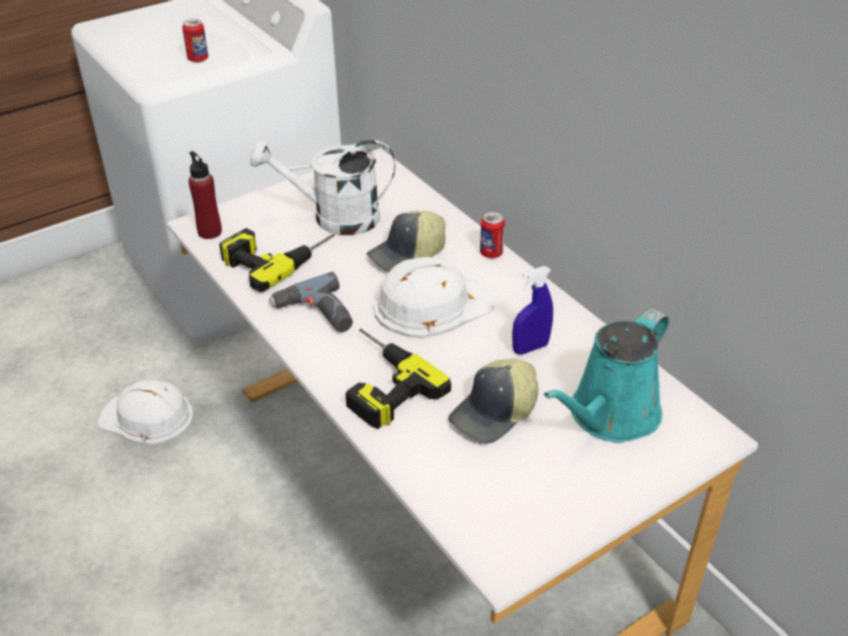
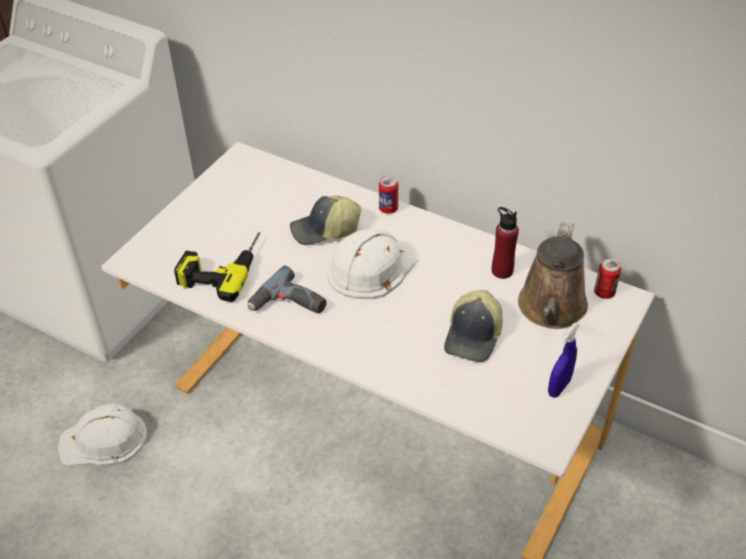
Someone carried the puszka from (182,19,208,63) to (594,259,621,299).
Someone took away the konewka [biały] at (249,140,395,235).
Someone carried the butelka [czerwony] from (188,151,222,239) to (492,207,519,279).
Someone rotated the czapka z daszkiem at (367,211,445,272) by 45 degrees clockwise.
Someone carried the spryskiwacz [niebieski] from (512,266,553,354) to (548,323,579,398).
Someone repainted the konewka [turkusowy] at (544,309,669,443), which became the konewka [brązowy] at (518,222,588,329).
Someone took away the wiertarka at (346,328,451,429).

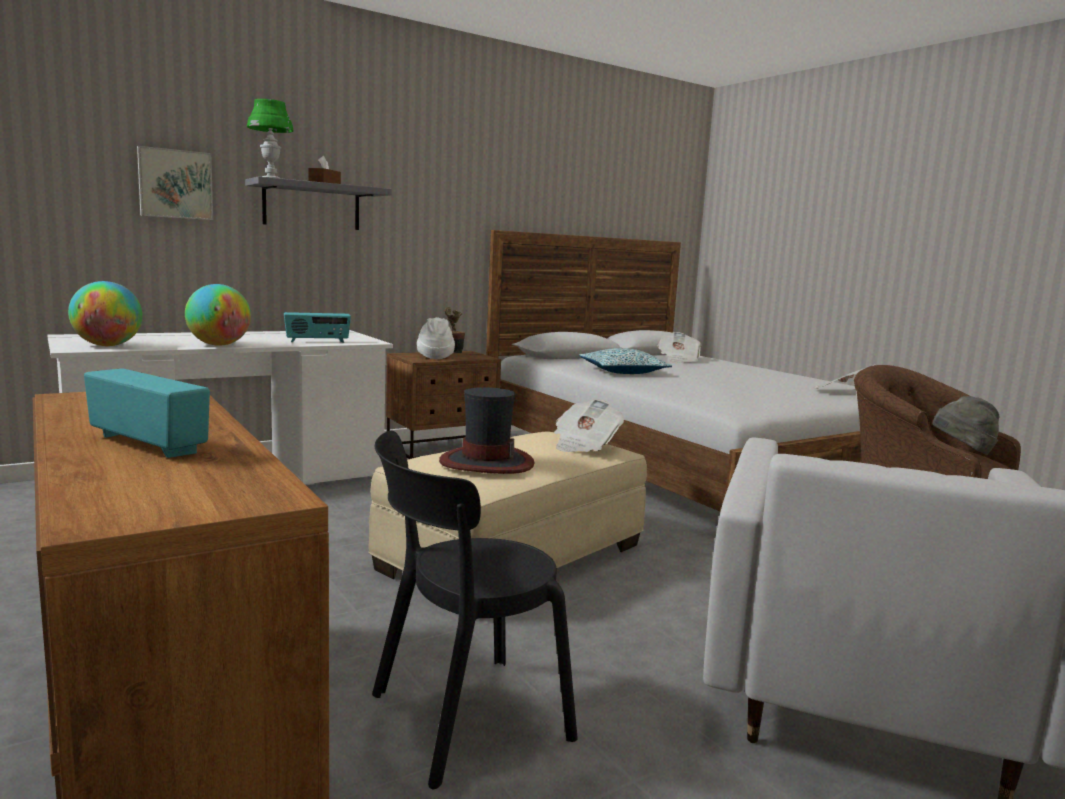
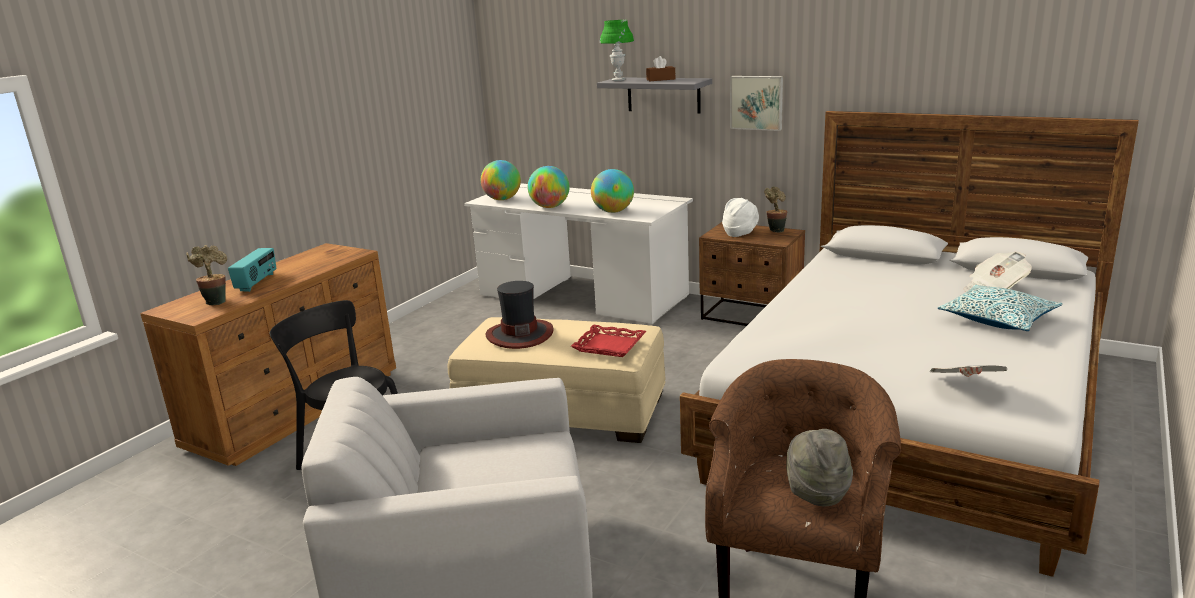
Someone carried the obraz from (137,146,213,220) to (730,76,783,131).
Someone swapped the radio at (284,312,351,343) for the globus at (591,169,634,213).
Someone carried the poduszka from (580,348,672,374) to (938,285,1063,331).
Someone swapped the gazeta at (554,399,624,452) for the taca [czerwony] at (571,325,647,357).
Someone put down the roślina doniczkowa at (186,245,227,305).

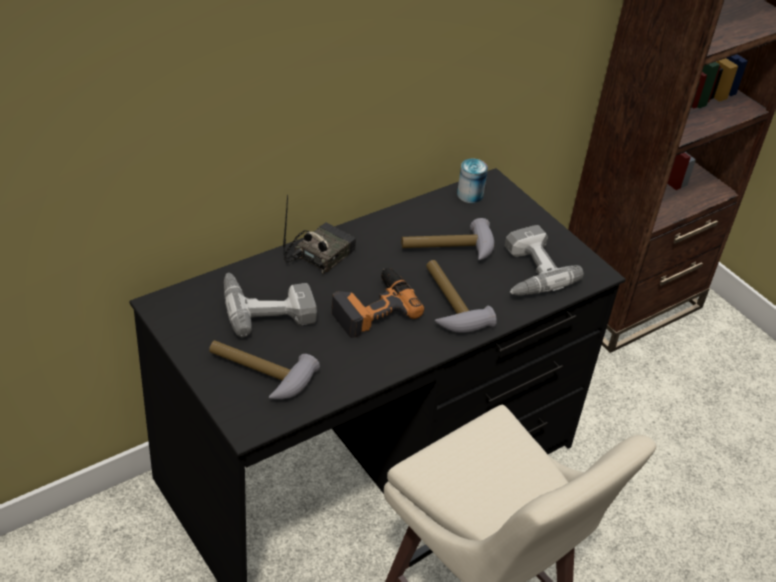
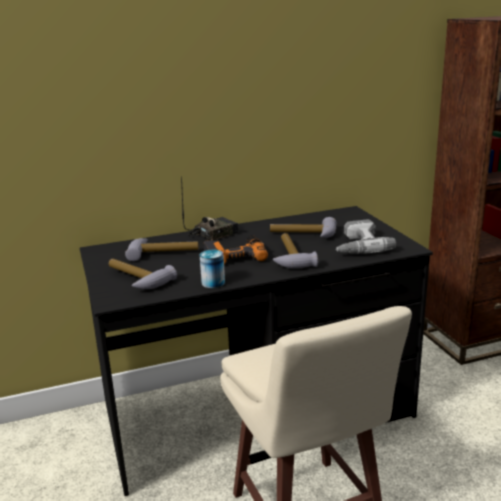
Someone carried the puszka from (457,159,488,203) to (200,250,225,288).
Someone swapped the wiertarka at (224,273,317,337) for the młotek at (125,238,199,261).

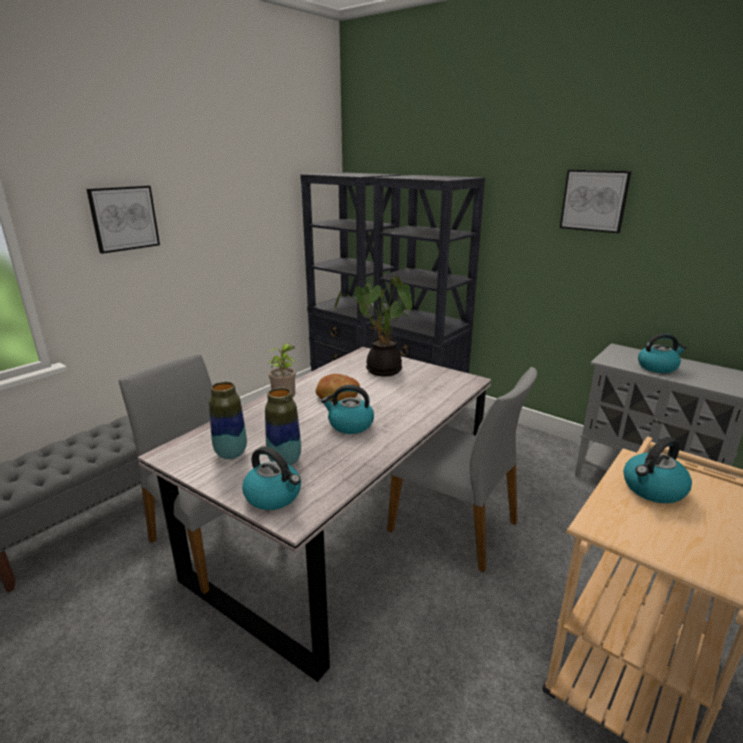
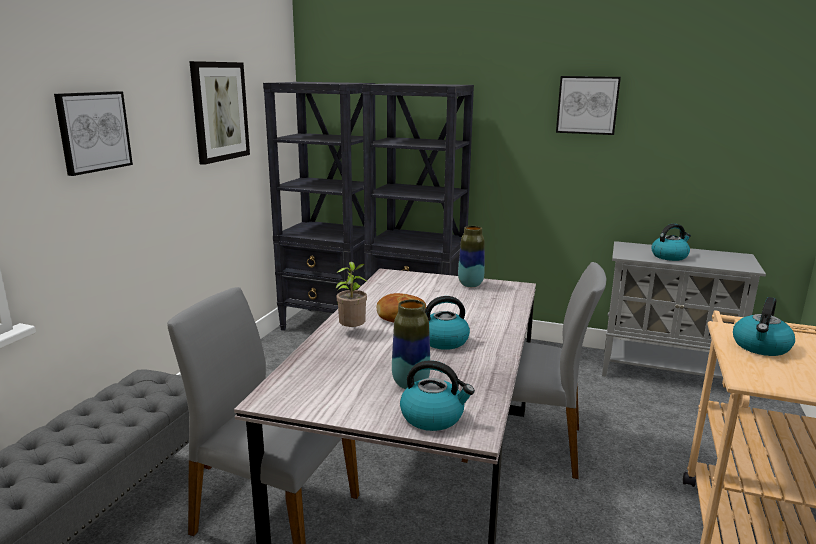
Someone took away the roślina doniczkowa at (334,275,412,376).
Someone carried the wazon from (209,382,247,459) to (458,226,485,287).
Someone put up the obraz at (189,61,250,165).

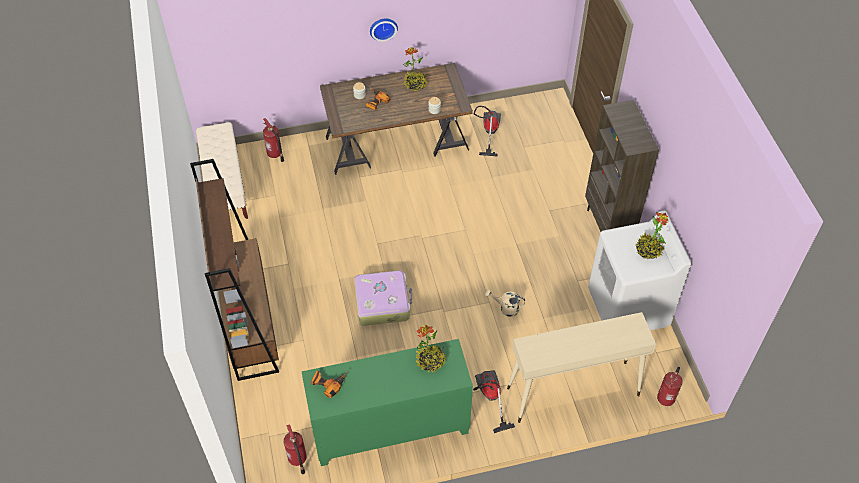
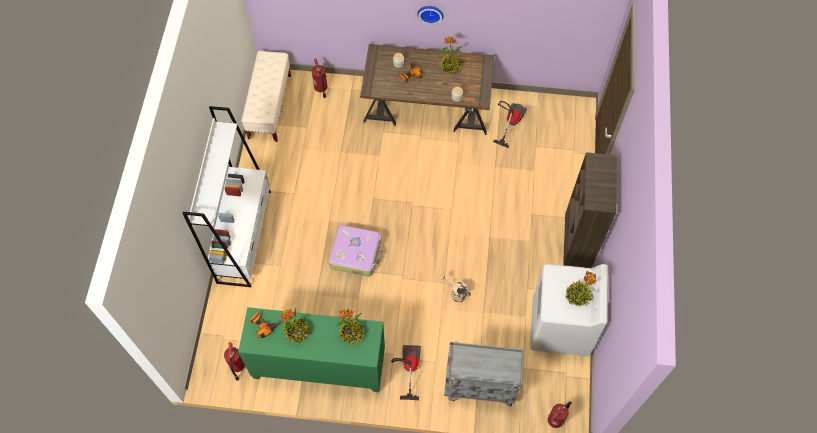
Someone repainted the regał [brązowy] at (190,159,279,381), which became the regał [biały] at (182,106,271,287).
Someone swapped the stolik konsolowy [beżowy] at (507,312,656,423) for the wózek [szary] at (444,341,524,407).
Someone put down the roślina doniczkowa at (280,308,310,343).

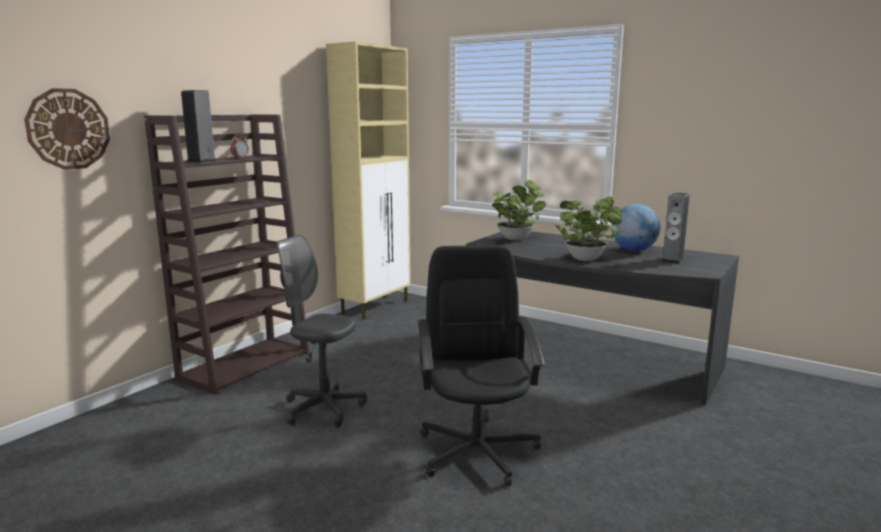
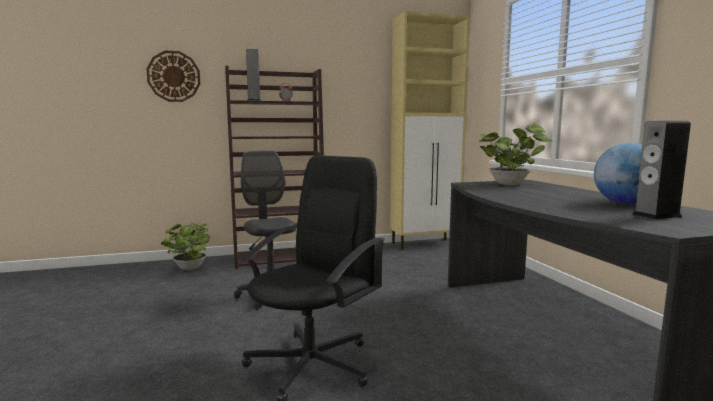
Someone carried the roślina doniczkowa from (555,196,625,261) to (161,223,210,270).

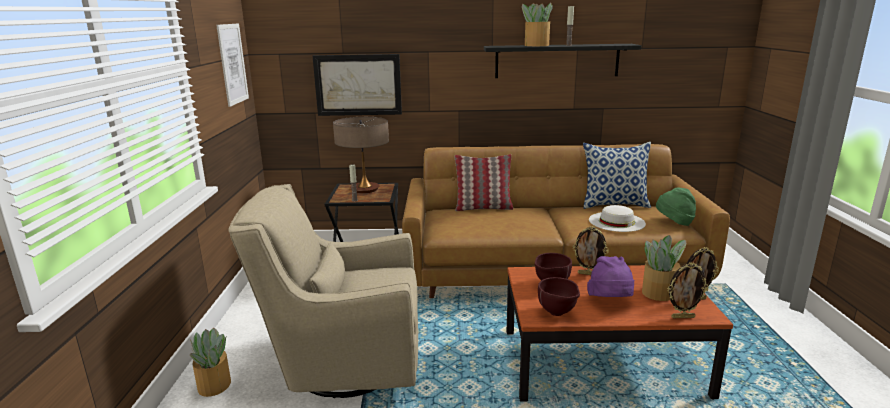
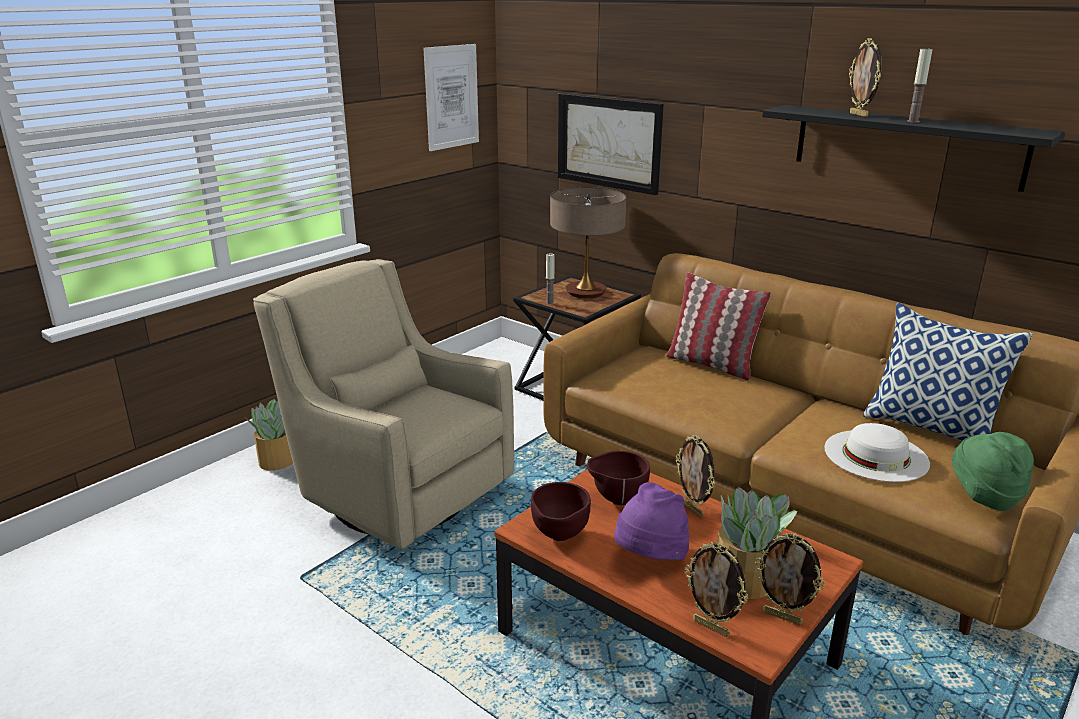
Someone swapped the roślina doniczkowa at (522,2,553,46) for the ramka na zdjęcie at (849,38,882,117).

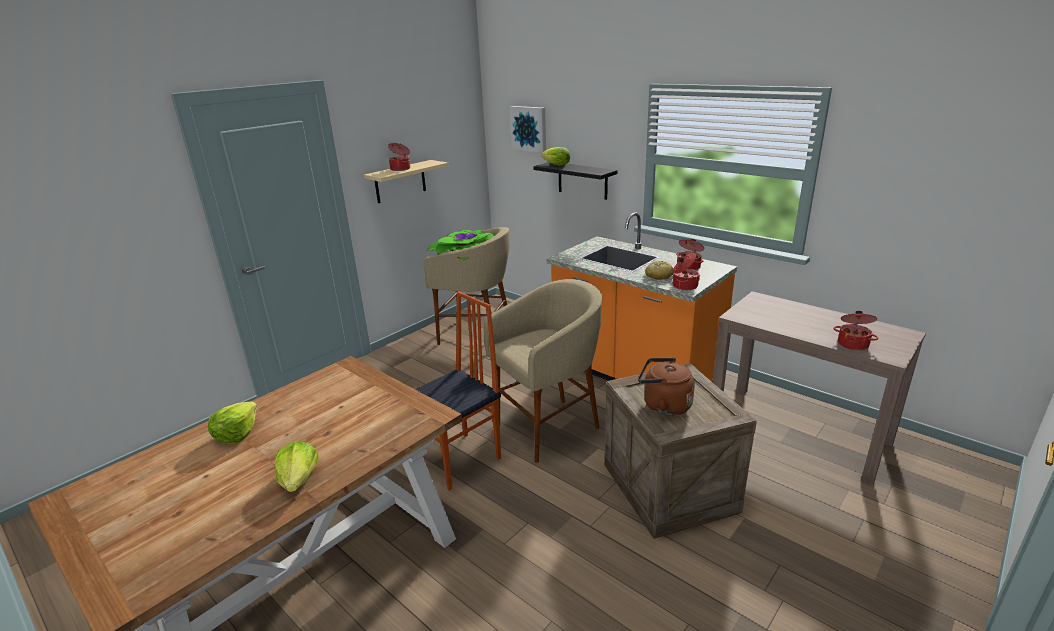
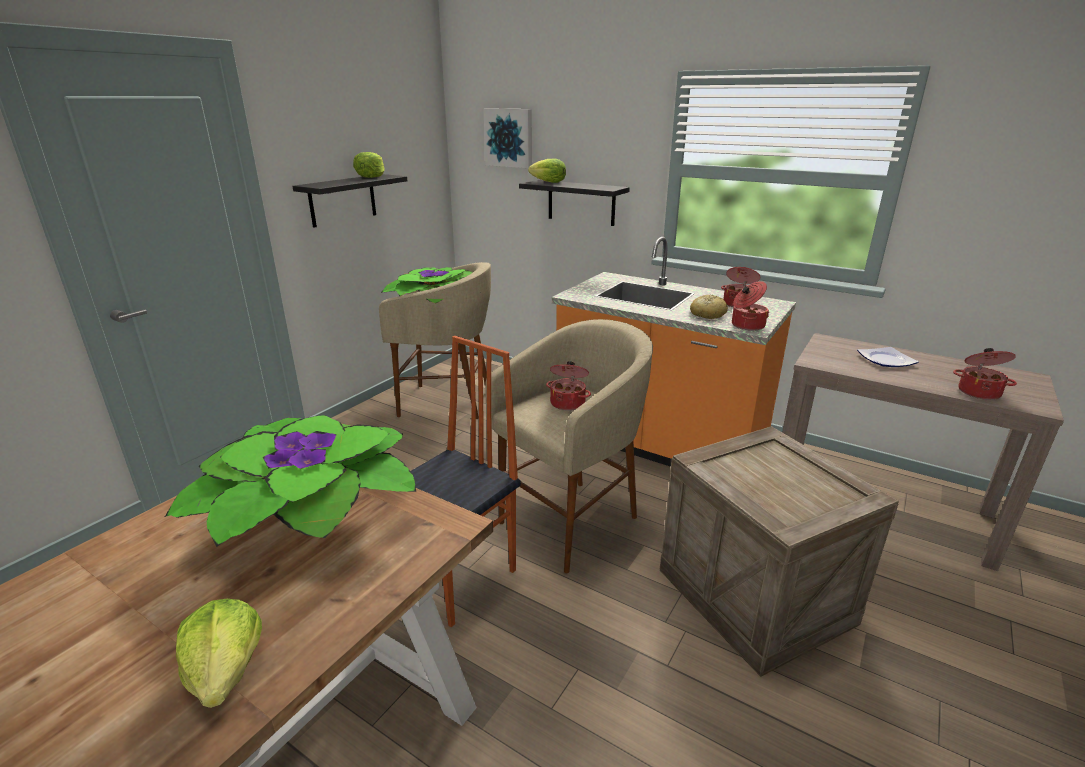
Someone carried the garnek from (388,143,410,171) to (546,361,591,411).
Someone repainted the półka [beżowy] at (364,160,448,203), which became the półka [czarny] at (293,174,407,228).
Someone took away the czajnik [brązowy] at (638,358,695,416).
Someone carried the sałata from (208,402,257,443) to (353,152,385,178).
Someone put down the talerz at (857,347,919,367).
Someone put down the roślina doniczkowa at (165,415,416,547).

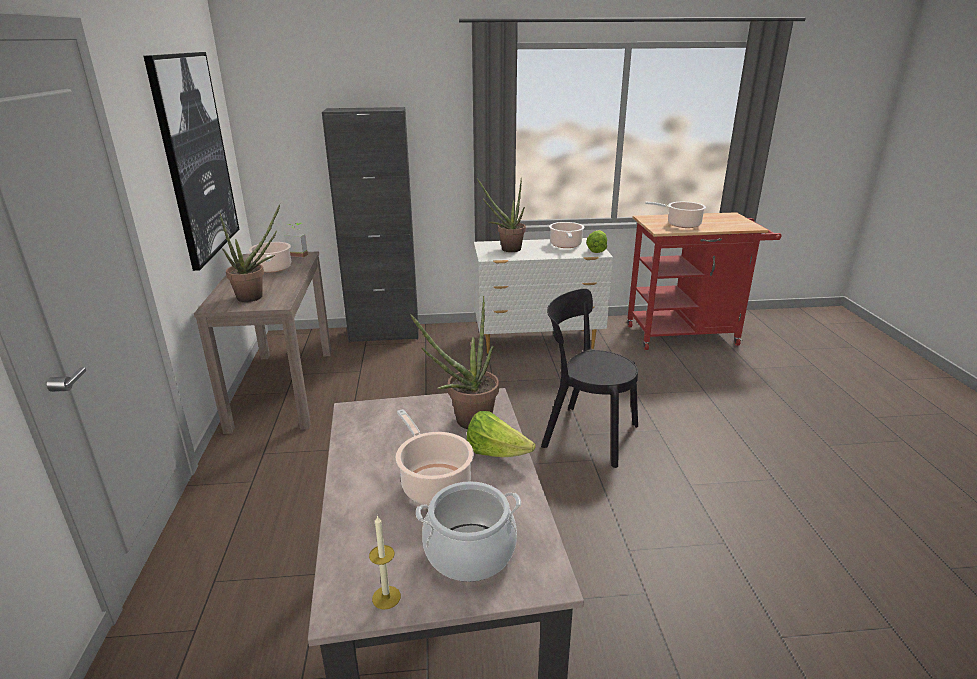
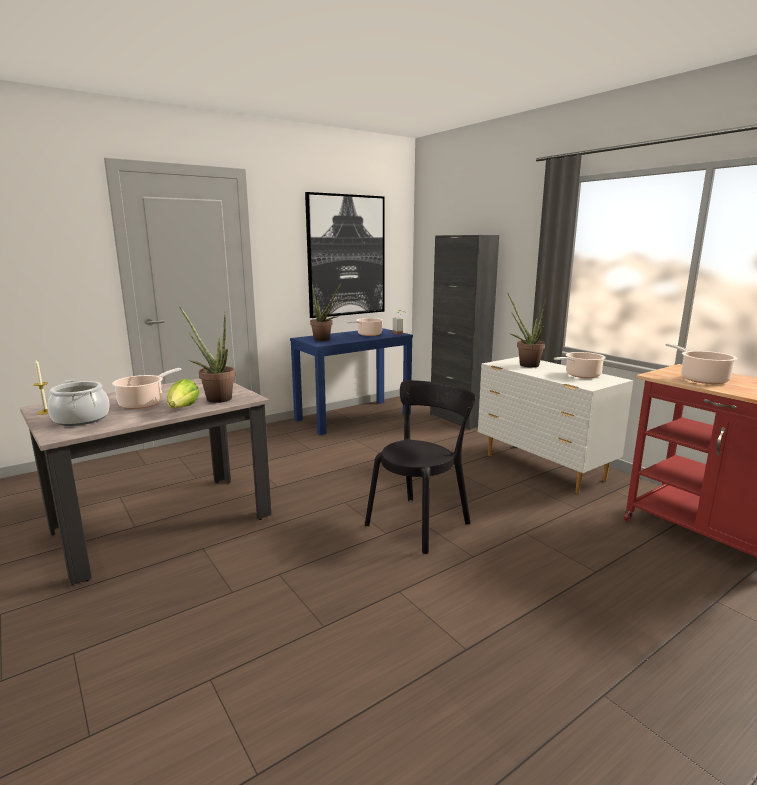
Someone took away the sałata at (586,230,607,253).
Someone repainted the stolik konsolowy [brązowy] at (194,251,331,434), which became the stolik konsolowy [niebieski] at (290,328,413,435).
Someone rotated the krzesło [czarny] at (541,289,638,468) by 45 degrees clockwise.

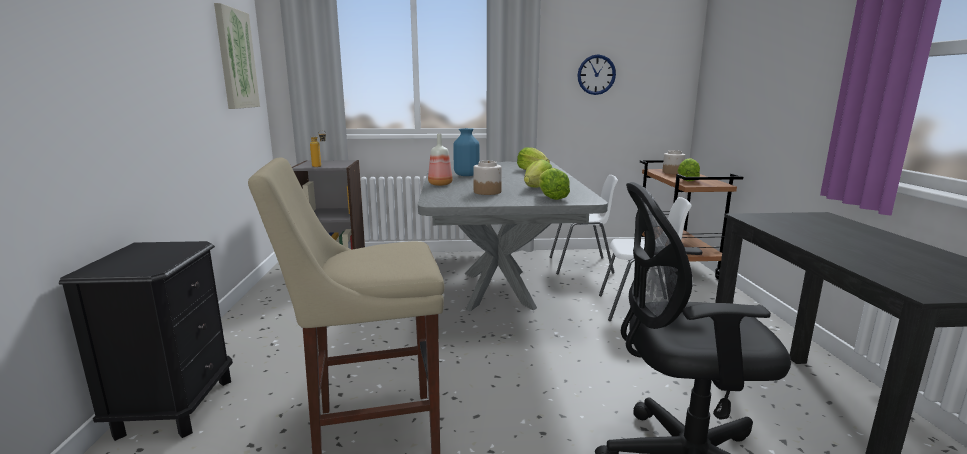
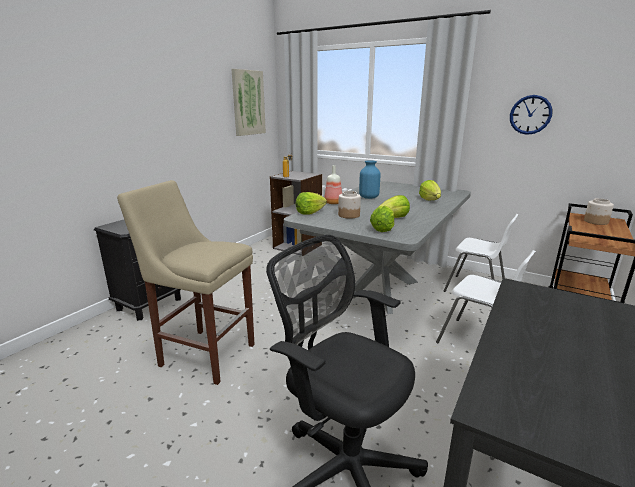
Someone carried the sałata from (678,158,700,181) to (296,192,327,215).

